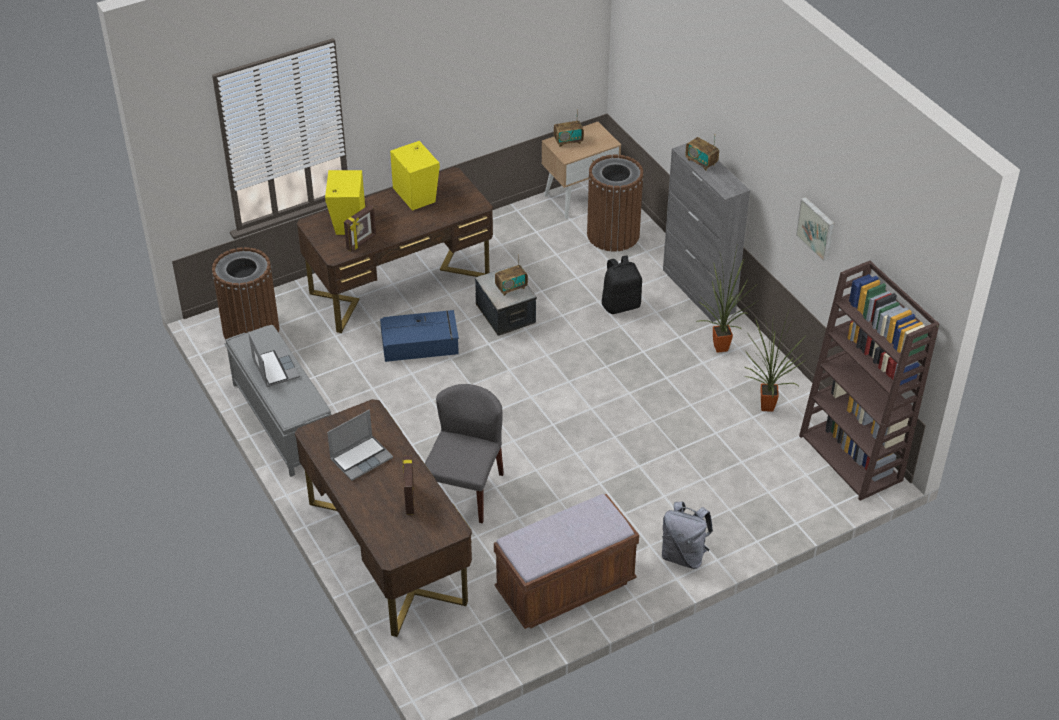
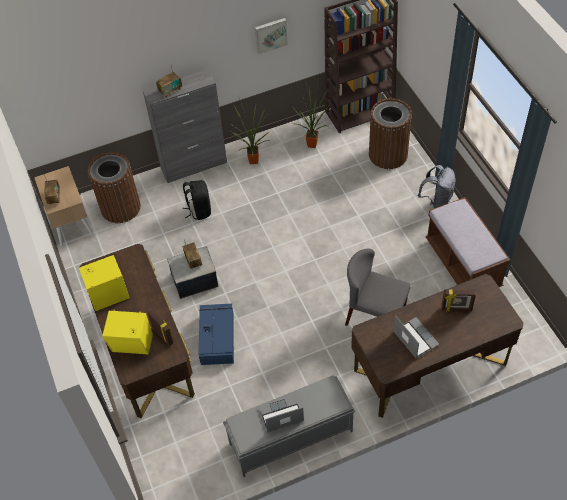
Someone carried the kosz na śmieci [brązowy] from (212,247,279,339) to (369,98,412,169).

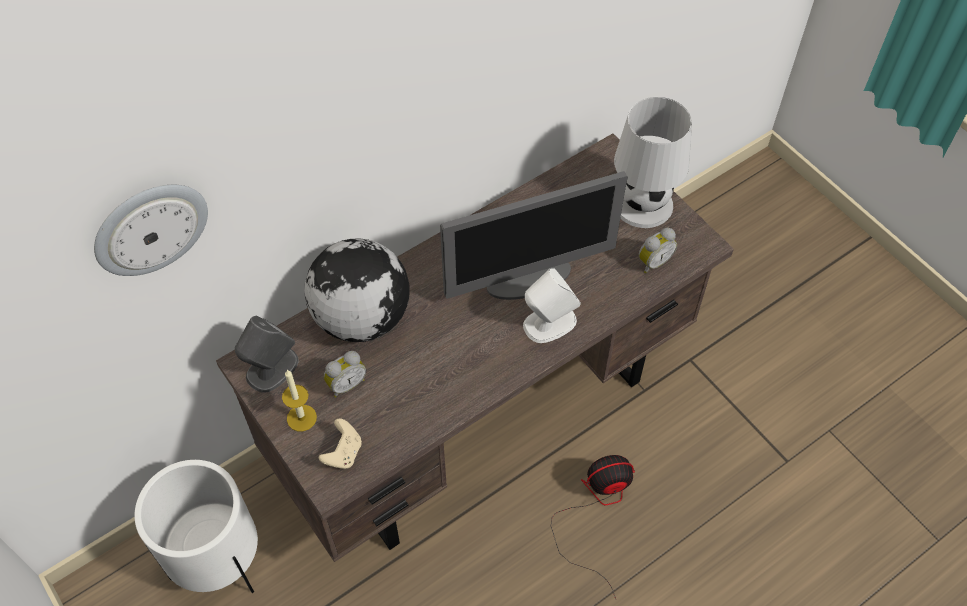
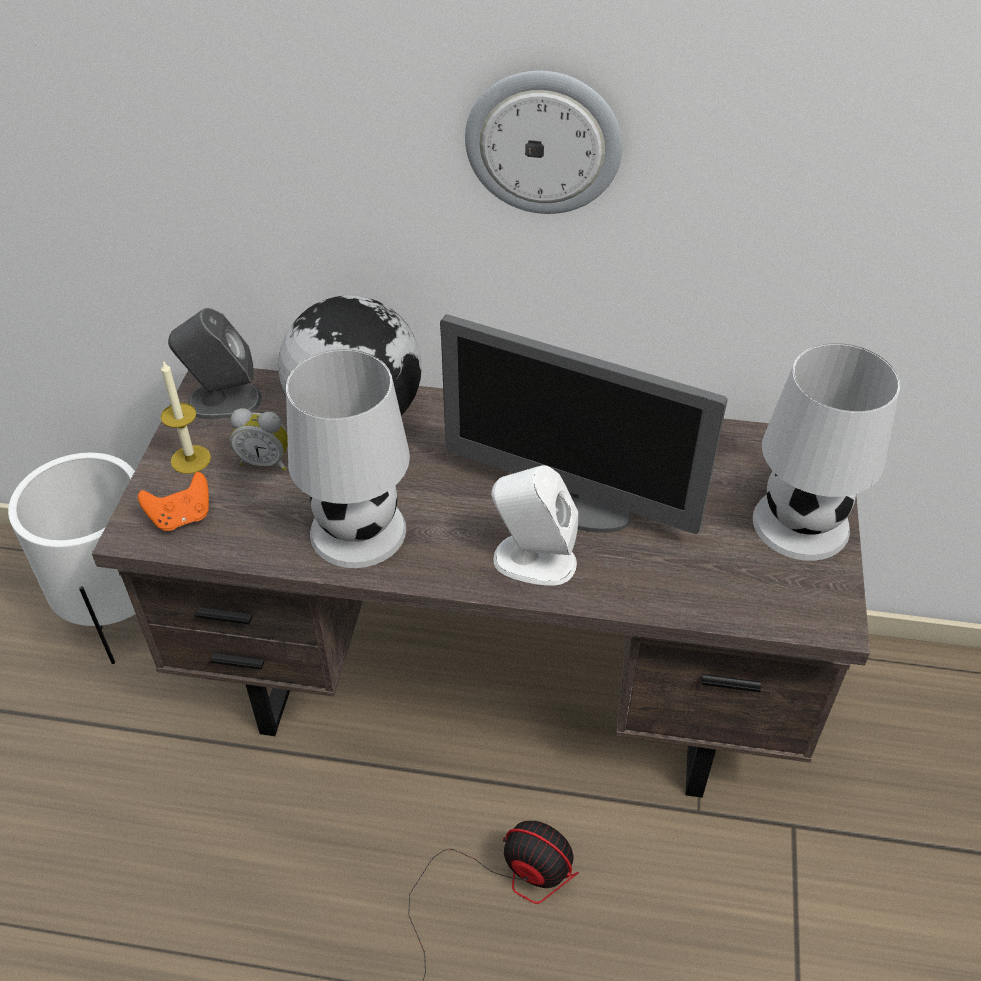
Someone carried the zegar ścienny from (94,185,208,276) to (465,71,623,214).
Someone took away the budzik at (639,228,677,273).
Someone repainted the pad do gier [beżowy] at (319,418,362,469), which became the pad do gier [pomarańczowy] at (138,472,209,531).
Someone put down the lampa stołowa [biały] at (286,349,410,568).

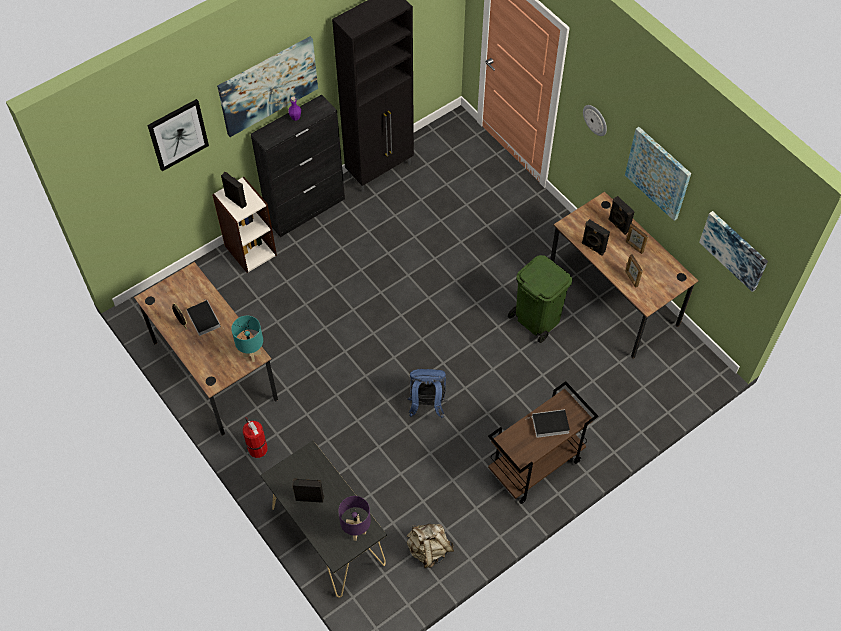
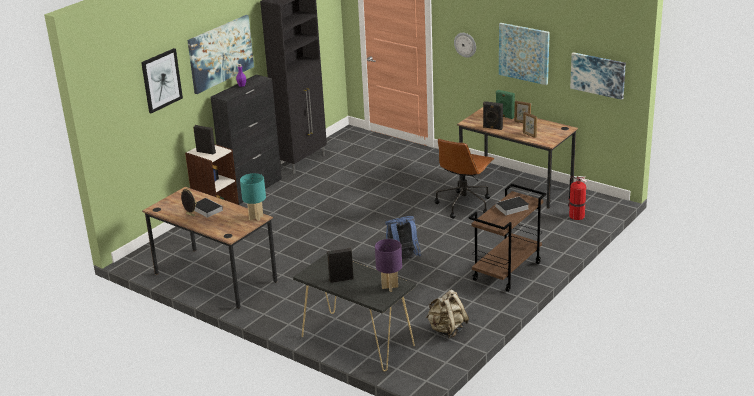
Someone repainted the głośnik [czarny] at (609,196,635,235), which became the głośnik [zielony] at (496,90,515,119).
Someone swapped the kosz na śmieci [zielony] at (508,255,573,343) for the krzesło biurowe [brązowy] at (434,139,494,219).
Someone carried the gaśnica from (243,417,268,458) to (568,176,587,220).

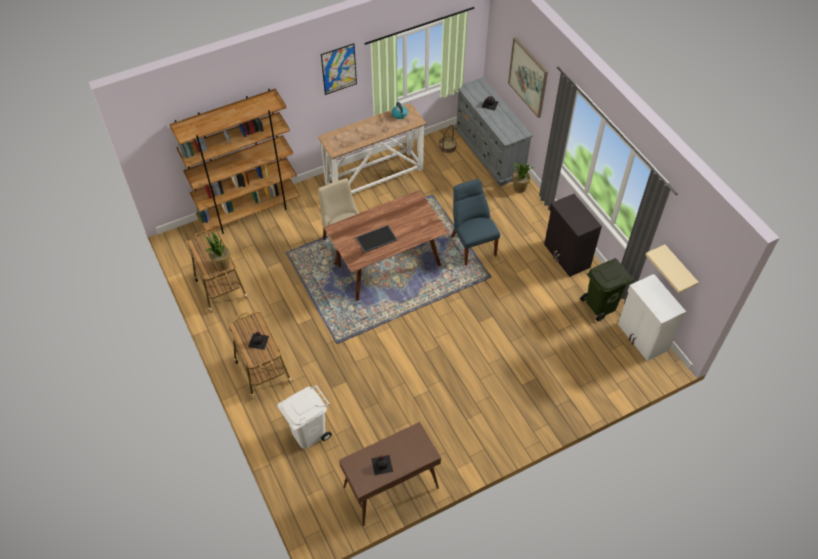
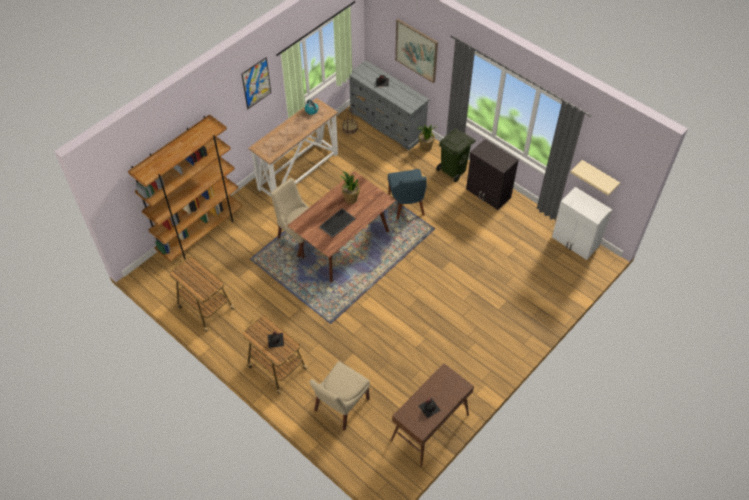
Someone rotated the krzesło [niebieski] at (451,179,500,266) by 150 degrees counterclockwise.
Someone carried the roślina doniczkowa from (204,232,230,270) to (339,172,360,204).
Someone carried the kosz na śmieci [zielony] from (580,258,634,321) to (436,128,475,182).
Someone swapped the kosz na śmieci [biały] at (277,385,332,449) for the krzesło [beżowy] at (309,361,370,431).

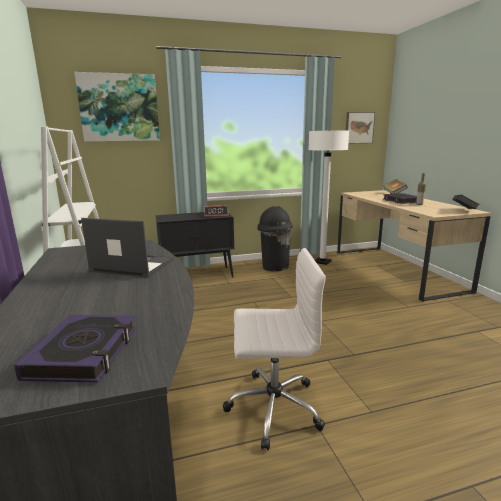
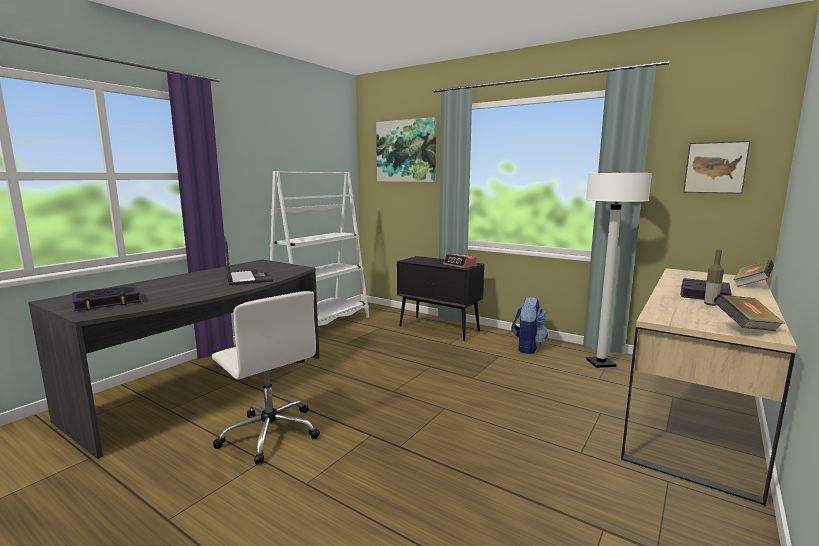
Someone swapped the kosz na śmieci [czarny] at (257,206,293,271) for the plecak at (511,297,548,354).

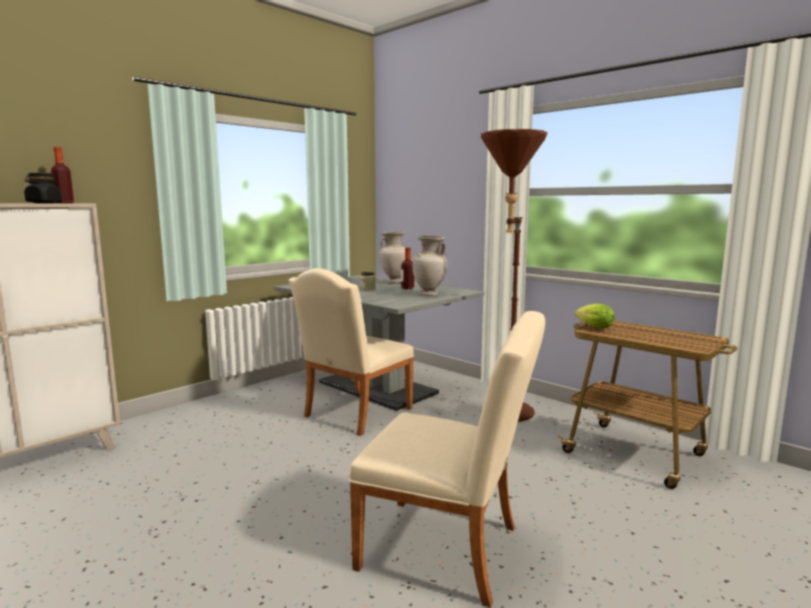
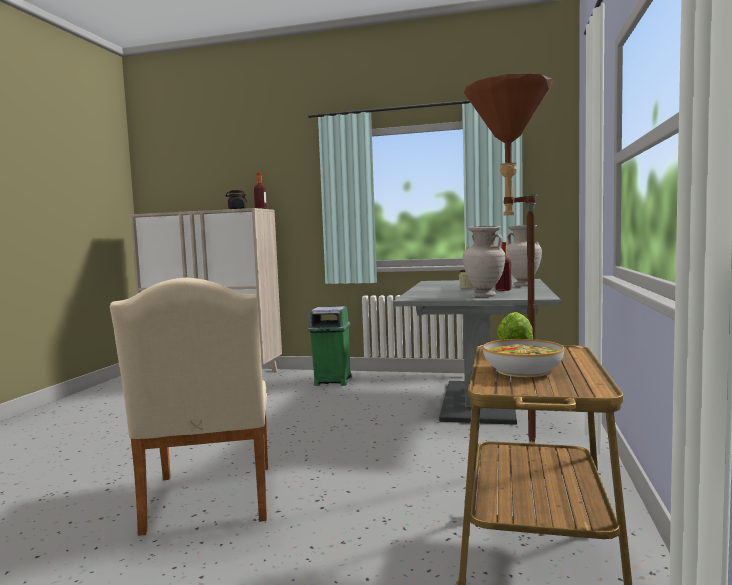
Someone took away the krzesło [beżowy] at (289,268,414,436).
Someone put down the kosz na śmieci [zielony] at (308,306,352,386).
Someone put down the miska at (483,339,564,377).

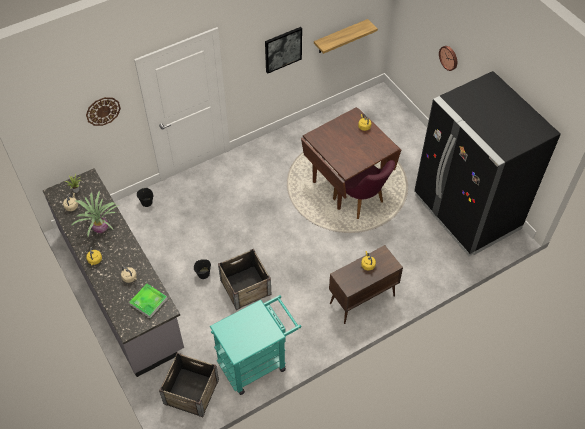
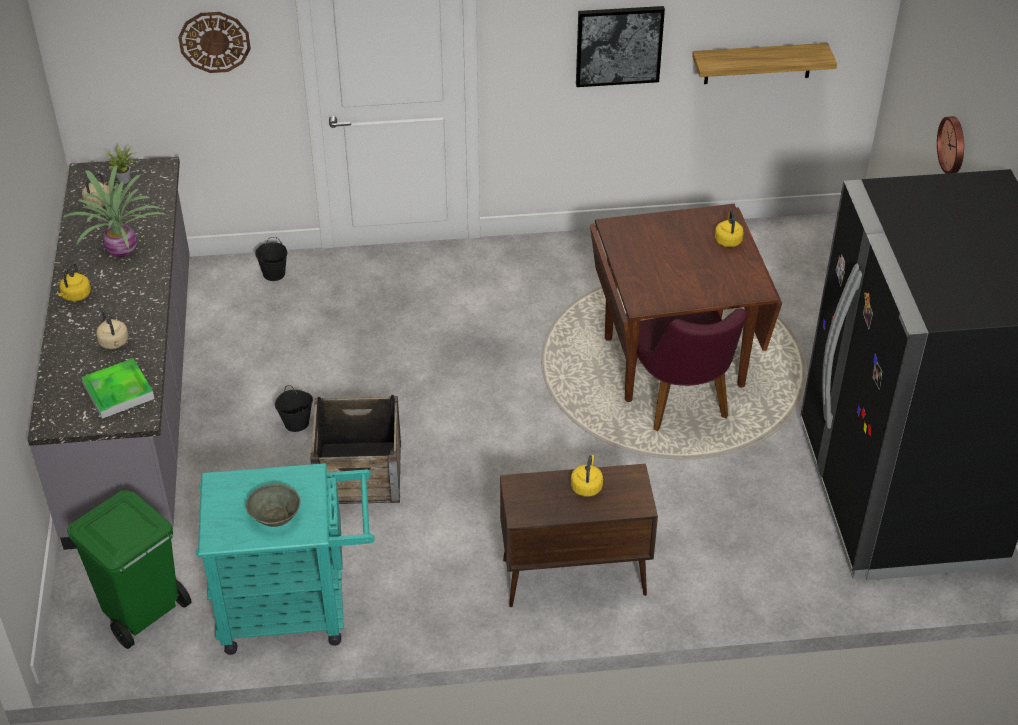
Someone swapped the skrzynka at (159,353,219,417) for the kosz na śmieci [zielony] at (67,490,191,649).
Someone put down the miska [szary] at (246,484,301,527).

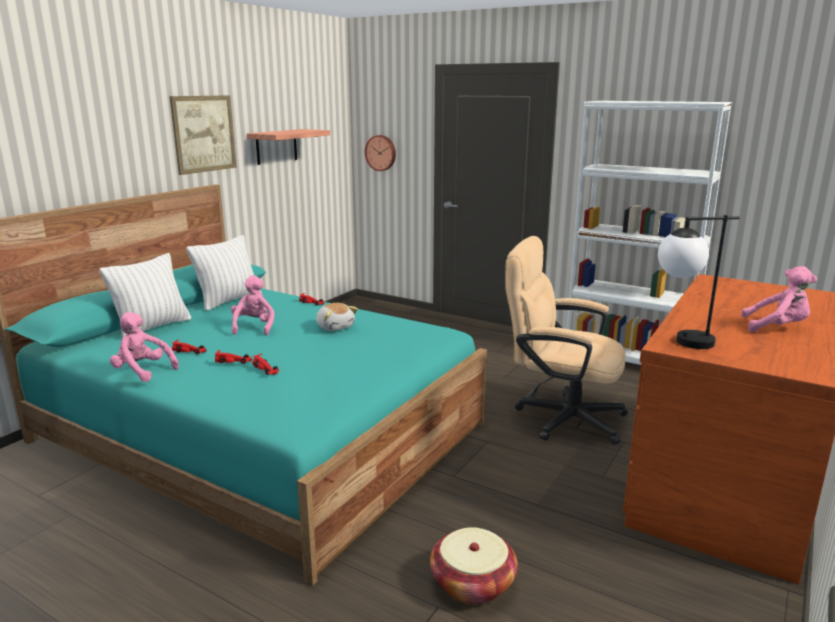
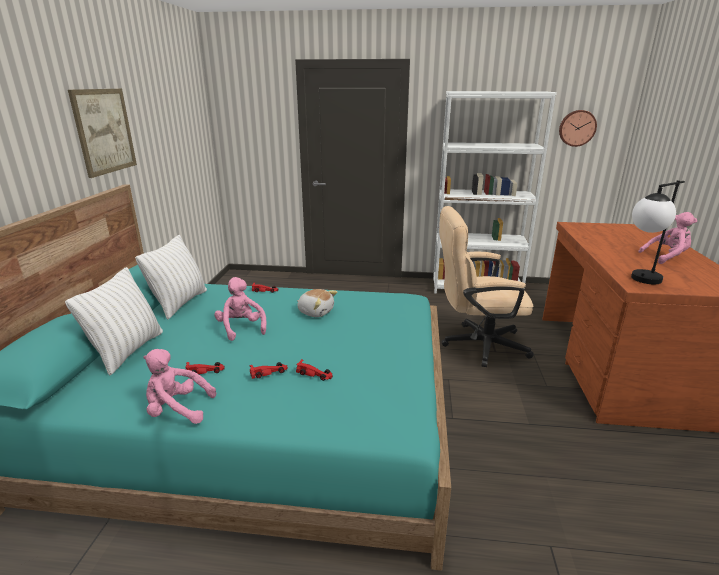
Someone took away the półka at (247,129,330,165).
Someone carried the zegar ścienny from (365,135,396,171) to (559,110,597,147).
Someone took away the koszyk at (430,527,518,605).

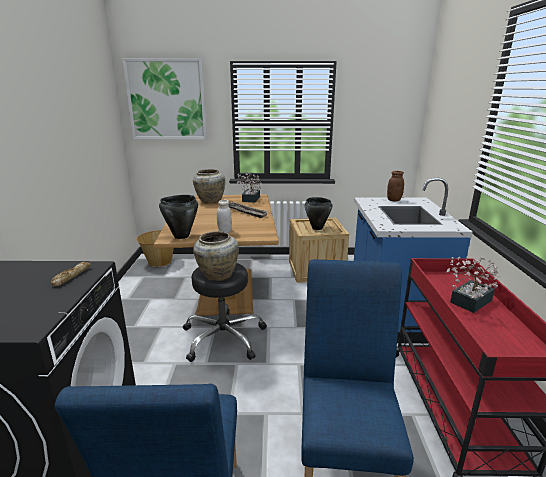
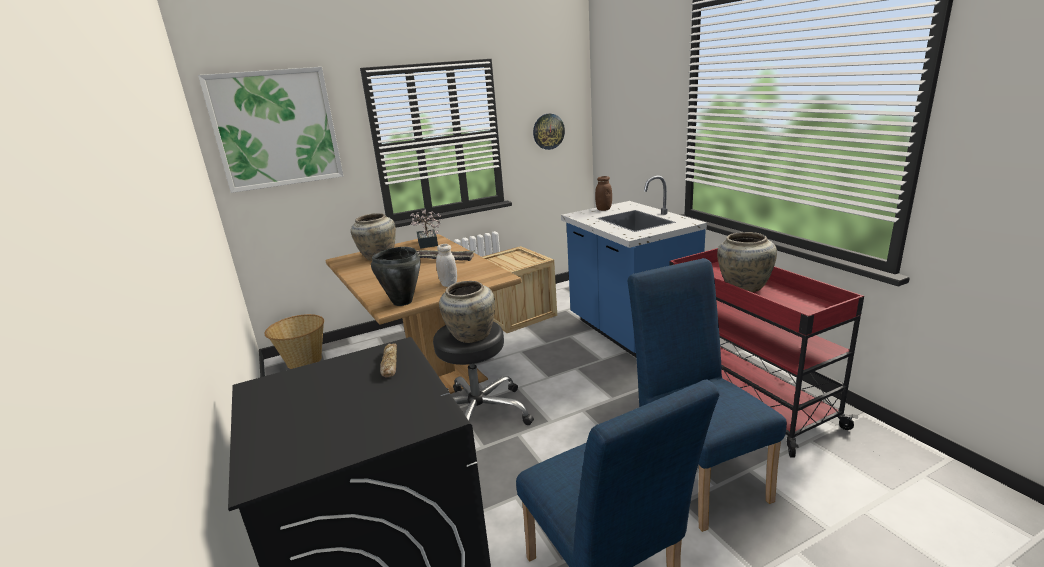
Someone took away the garnek [czarny] at (305,197,332,230).
Someone swapped the roślina doniczkowa at (446,257,499,313) for the wazon [beżowy] at (717,232,777,292).
Someone put up the zegar ścienny at (533,114,565,150).

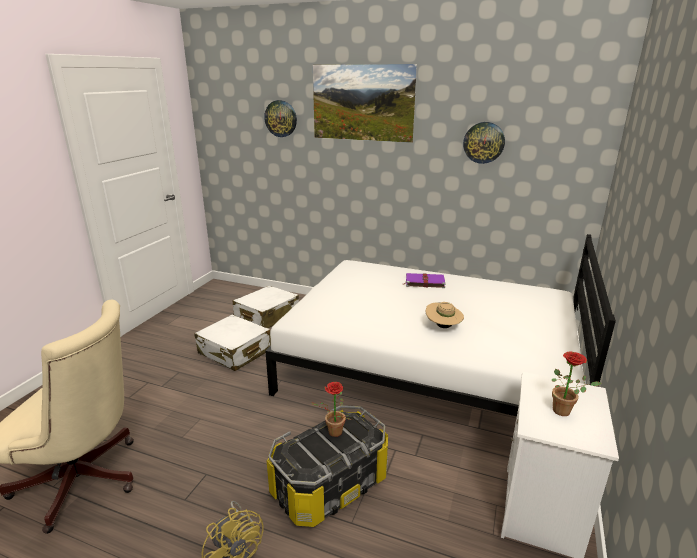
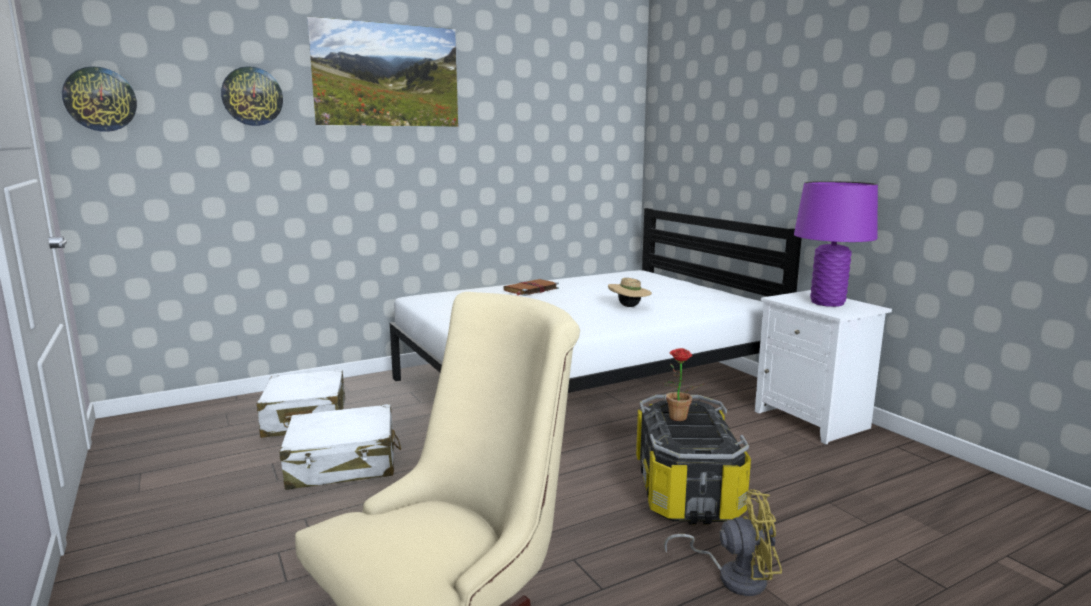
Someone carried the zegar ścienny from (463,122,505,164) to (62,66,137,132).
Someone repainted the książka [fioletowy] at (403,273,446,288), which became the książka [brązowy] at (503,279,559,296).
Someone swapped the roślina doniczkowa at (551,352,602,416) for the lampa stołowa [fioletowy] at (794,181,878,307).

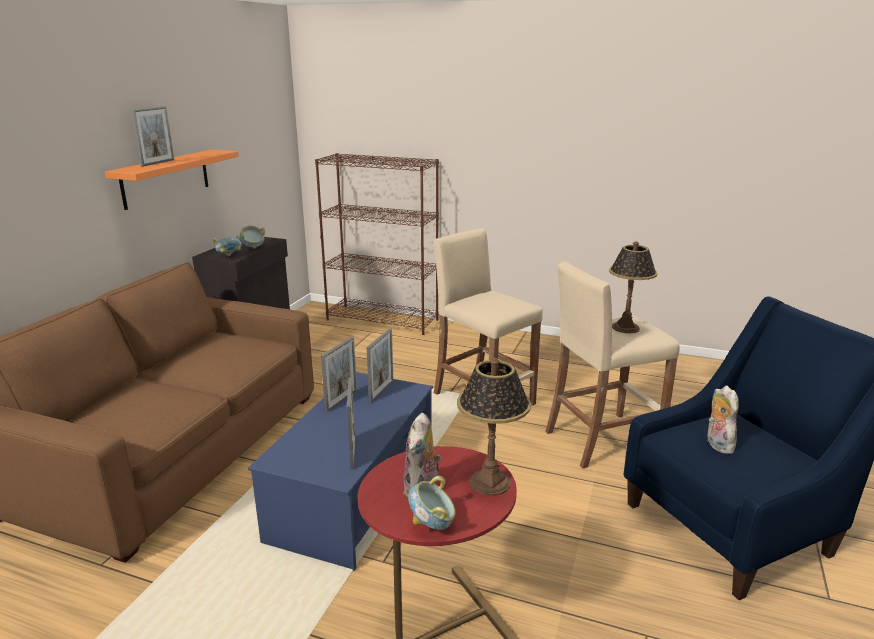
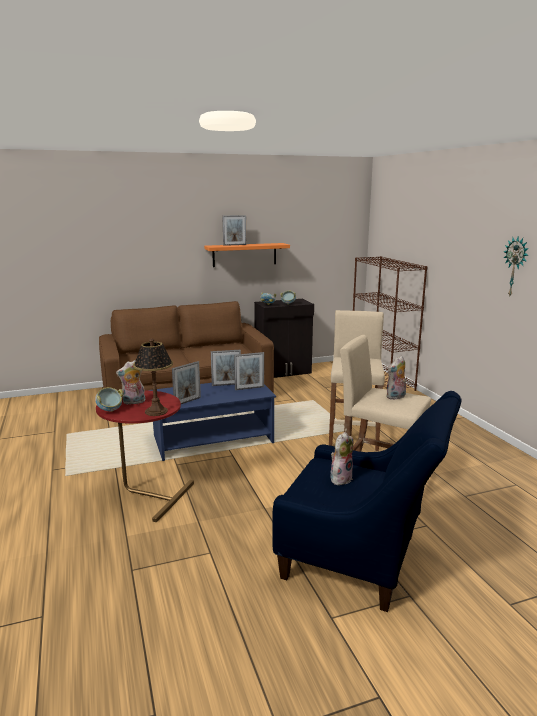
Someone swapped the lampa stołowa at (609,241,658,333) for the pluszak at (386,356,406,400).
Someone put up the zegar ścienny at (503,237,529,297).

